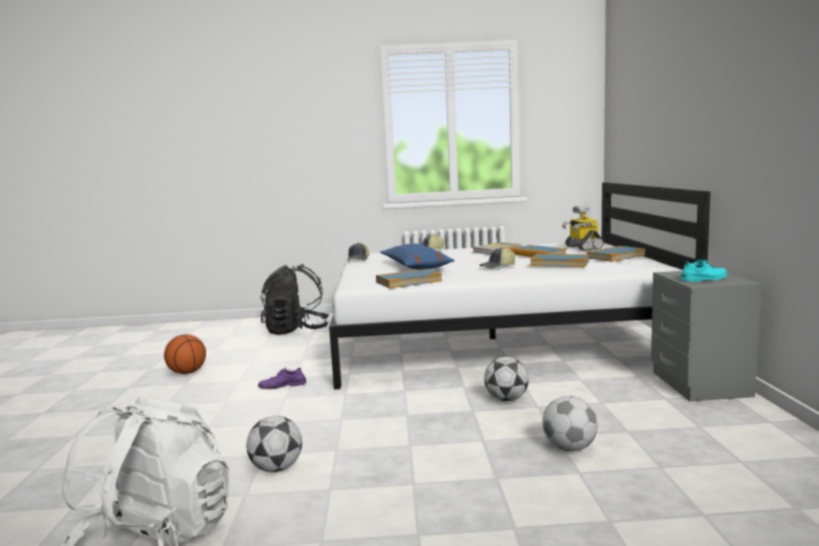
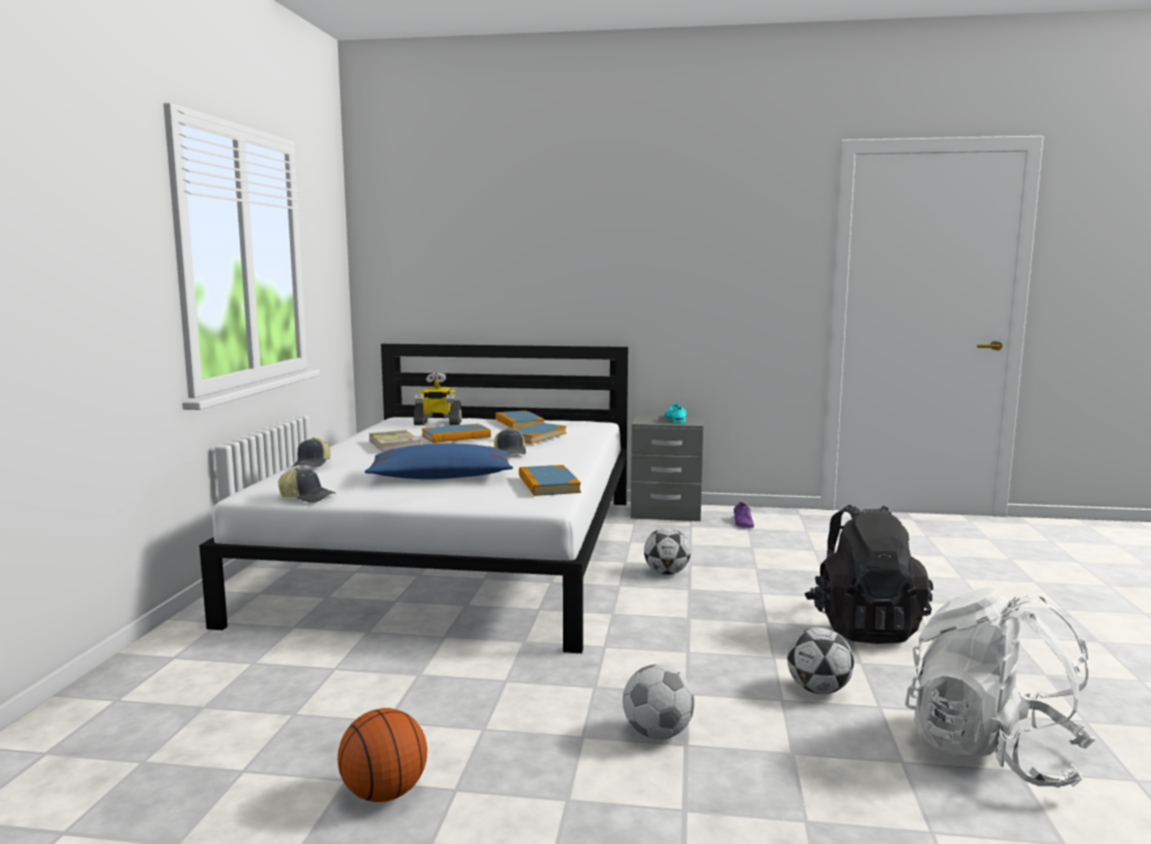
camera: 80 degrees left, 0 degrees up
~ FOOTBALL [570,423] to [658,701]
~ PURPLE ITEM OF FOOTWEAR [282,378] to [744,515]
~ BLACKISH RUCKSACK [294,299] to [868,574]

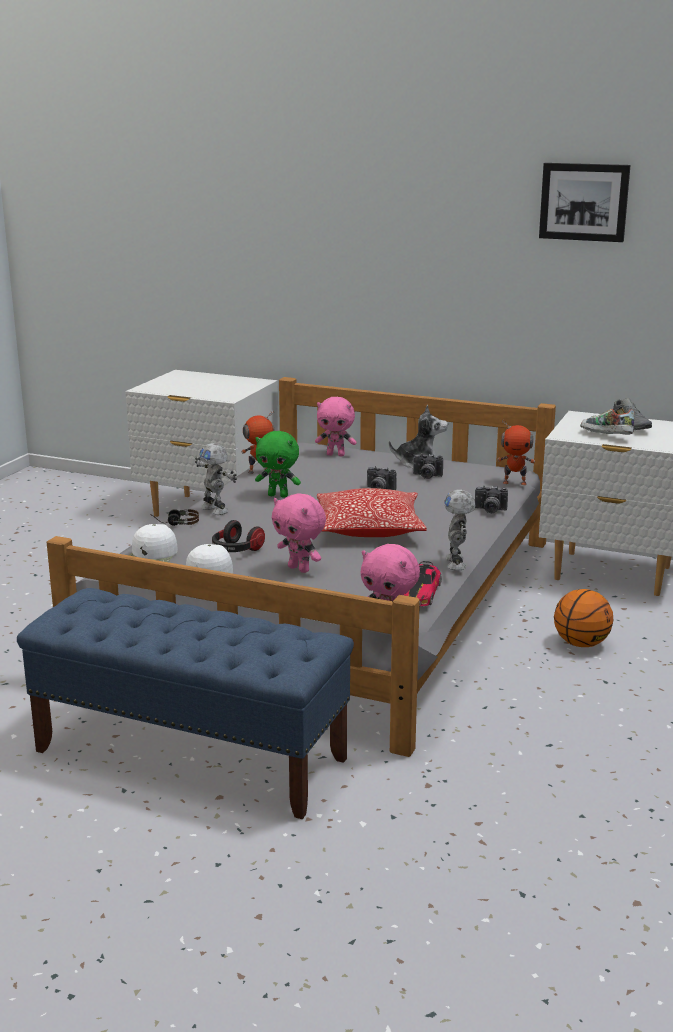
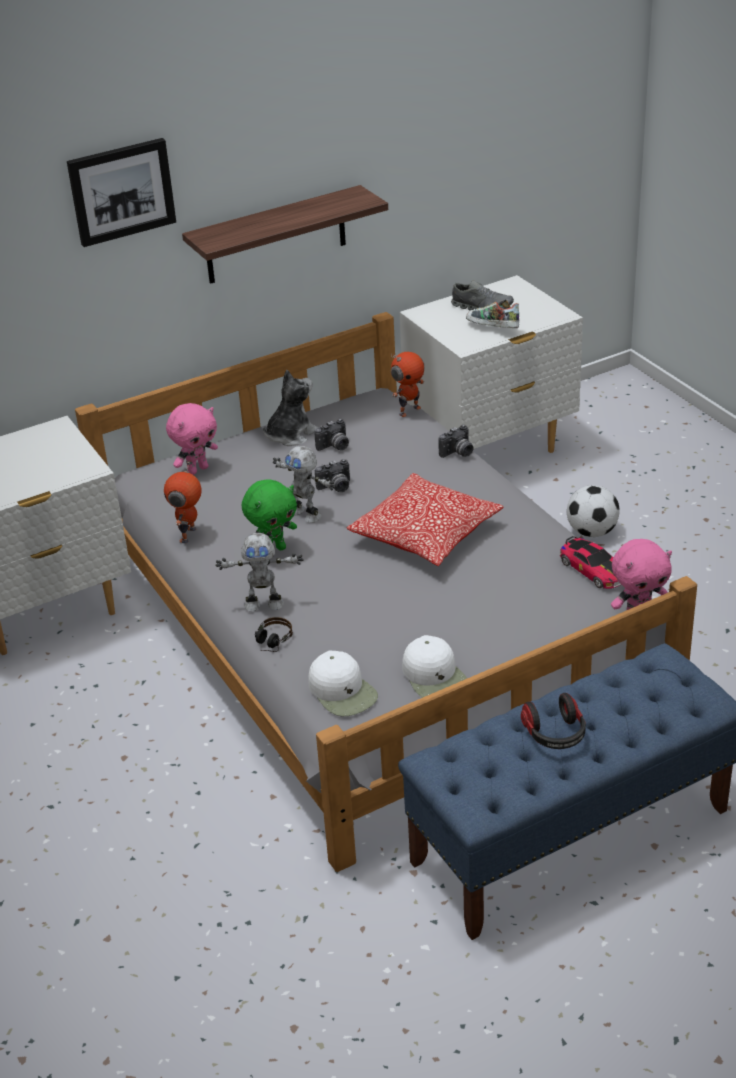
camera: 50 degrees left, 15 degrees up
~ PICTURE [585,202] to [121,192]
+ BRACKET SHELF [285,234]
~ MODEL ROBOT [460,530] to [304,484]
~ ITEM OF FOOTWEAR [607,421] = [492,313] 45 degrees clockwise
~ HEADSET [238,536] to [553,721]
~ BASKETBALL [583,618] to FOOTBALL [593,511]
- PINK PLUSH TOY [299,533]

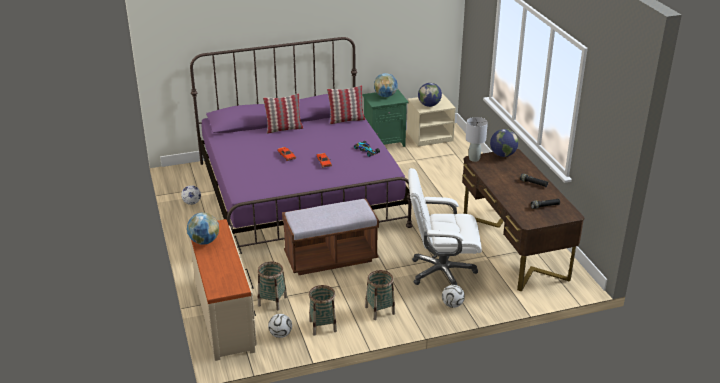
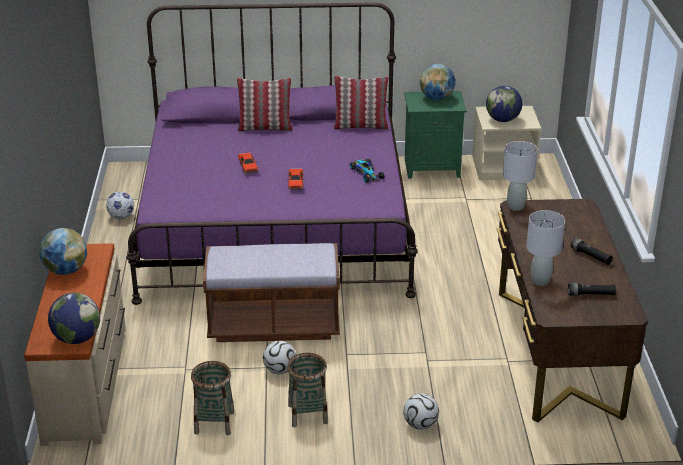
camera: 15 degrees right, 0 degrees up
~ DESK GLOBE [504,143] to [74,318]
~ FOOTBALL [280,326] to [279,357]
+ GREYISH TABLE LAMP [545,248]
- STORAGE BASKET [272,286]
- WHITISH OFFICE CHAIR [445,227]

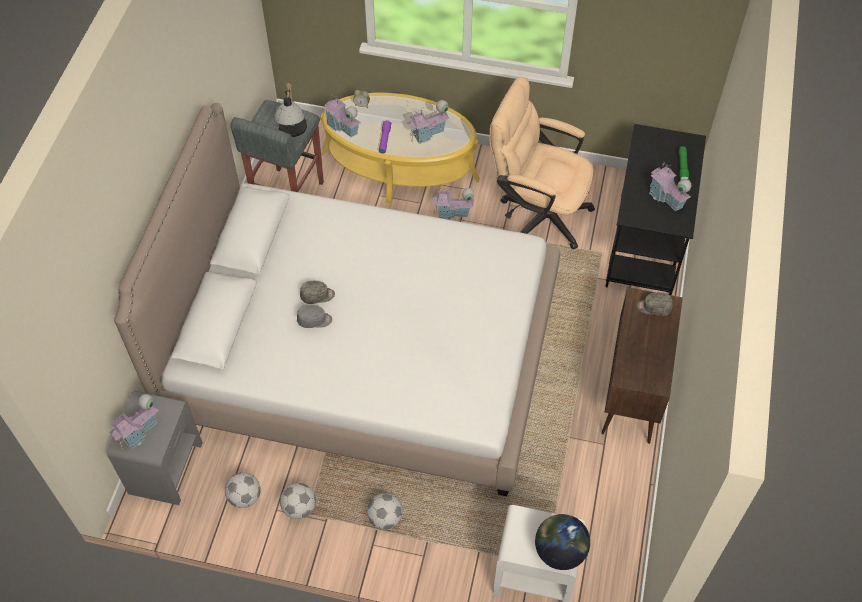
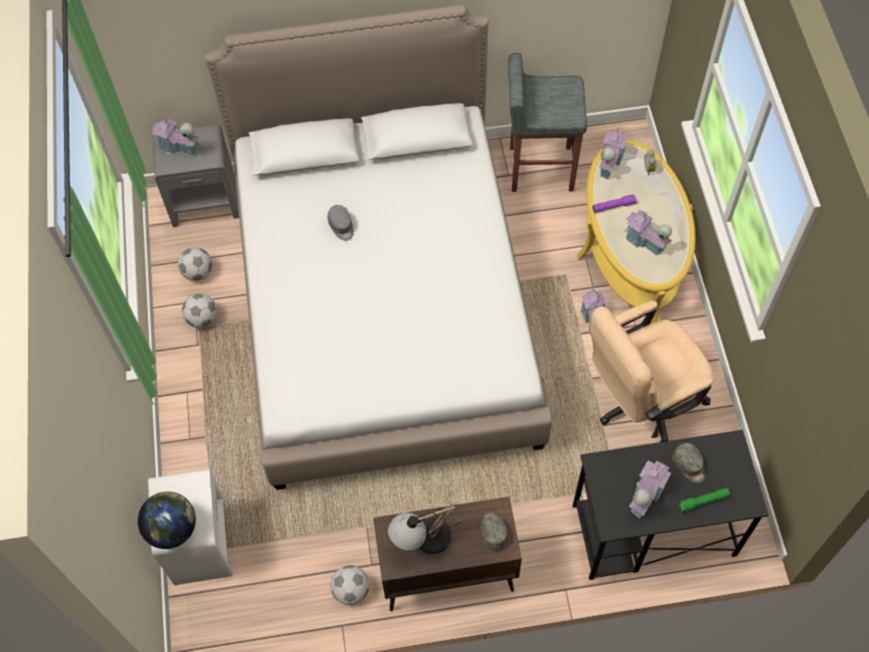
camera: 70 degrees right, 5 degrees up
~ FOOTBALL [385,511] to [349,585]
~ TABLE LAMP [290,109] to [425,529]
~ BEIGE OFFICE CHAIR [542,163] = [651,371] 120 degrees counterclockwise
~ GREYISH PEAKED CAP [317,292] to [688,463]

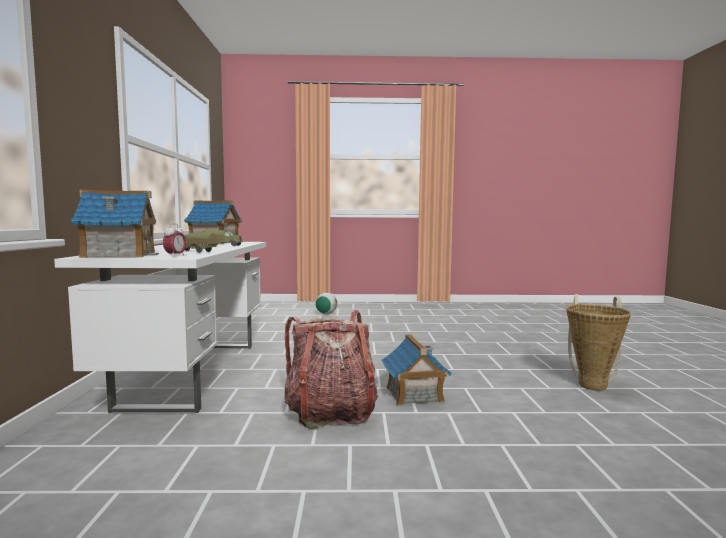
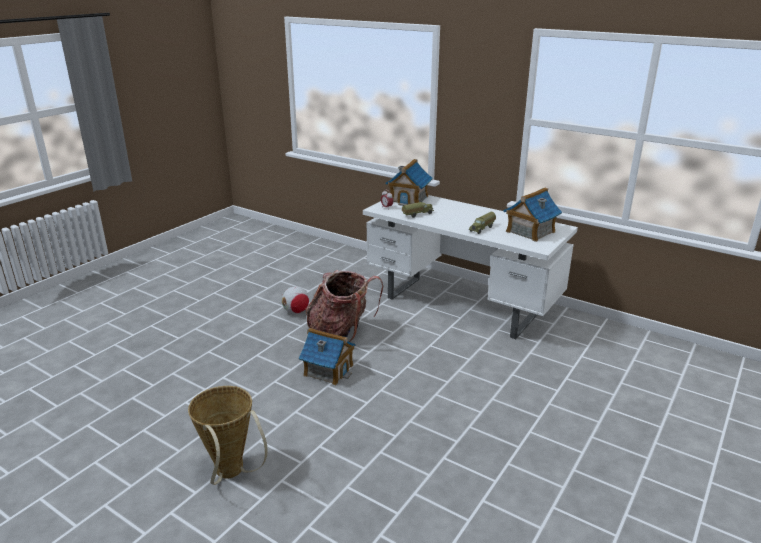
camera: 125 degrees right, 20 degrees up
~ FOOTBALL [326,303] to [295,300]

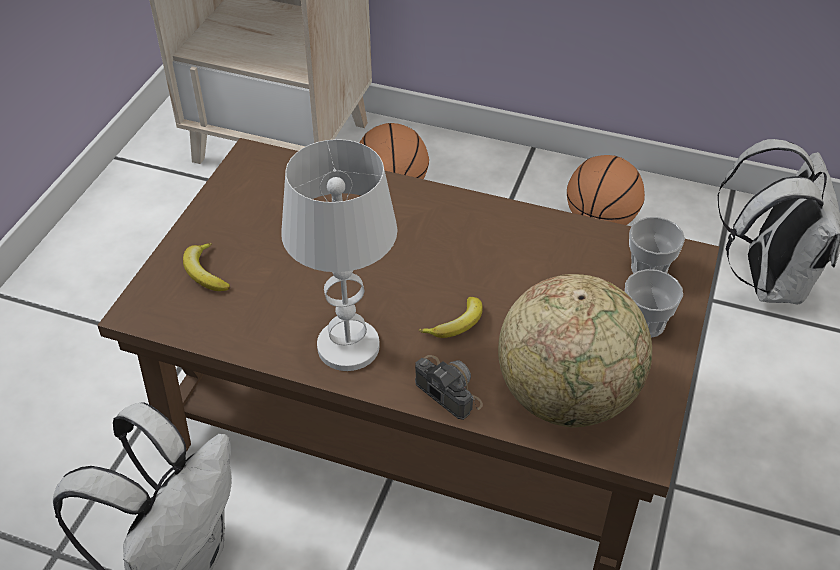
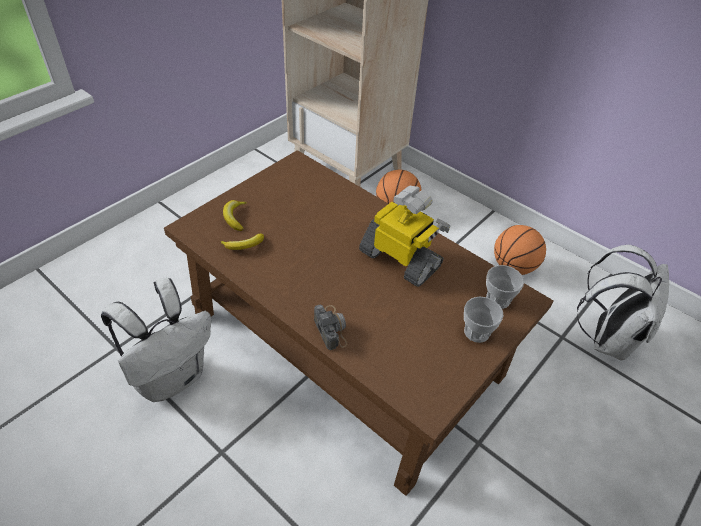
camera: 20 degrees right, 0 degrees up
~ WHOLE BANANA [451,317] to [242,241]
+ MODEL ROBOT [404,236]
- WHITISH TABLE LAMP [339,255]
- DESK GLOBE [575,350]

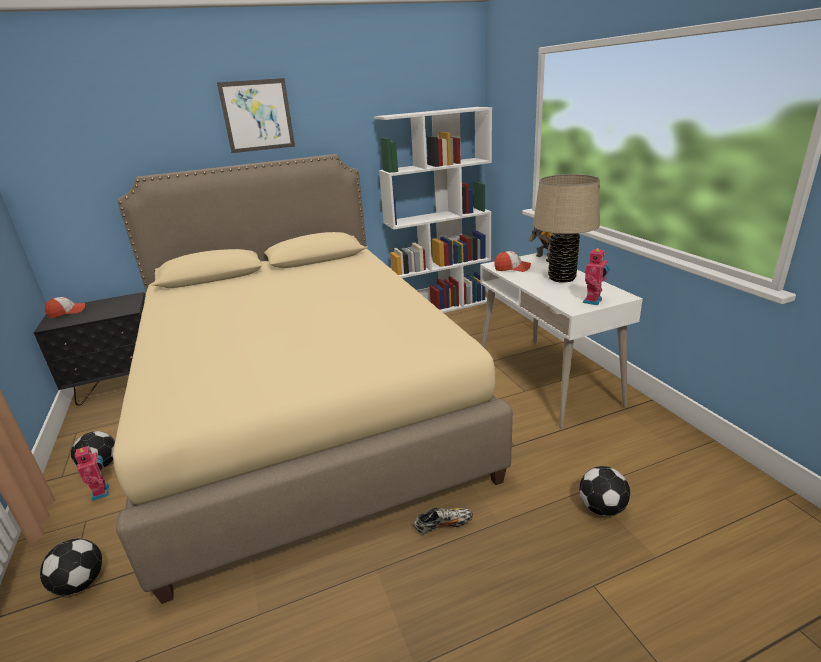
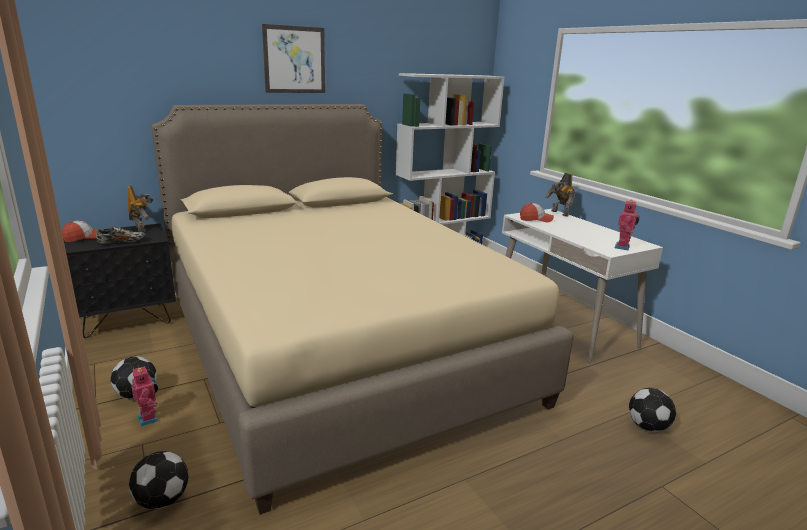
camera: 10 degrees left, 5 degrees down
~ ITEM OF FOOTWEAR [443,521] to [121,235]
+ MODEL ROBOT [140,209]
- BEIGE TABLE LAMP [566,228]

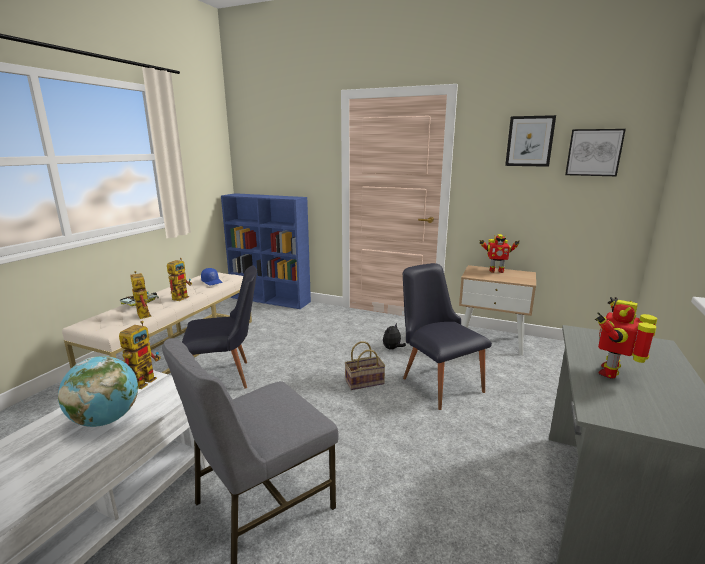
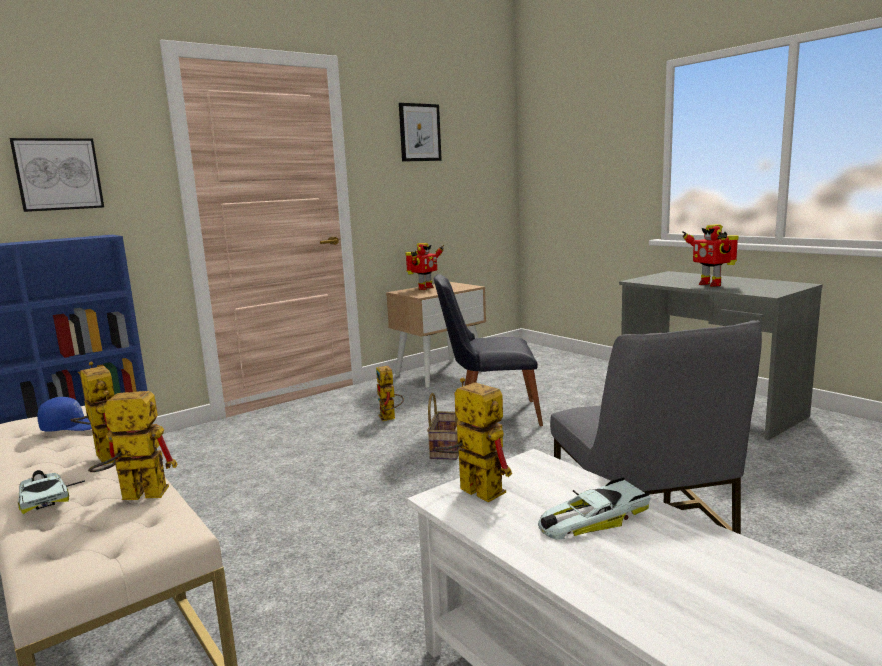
camera: 60 degrees left, 5 degrees down
~ PICTURE [595,152] to [57,175]
~ PLUSH TOY [394,336] to MODEL ROBOT [390,393]
~ DESK GLOBE [98,391] to MODEL CAR [594,508]
- BLACKISH CHAIR [219,327]

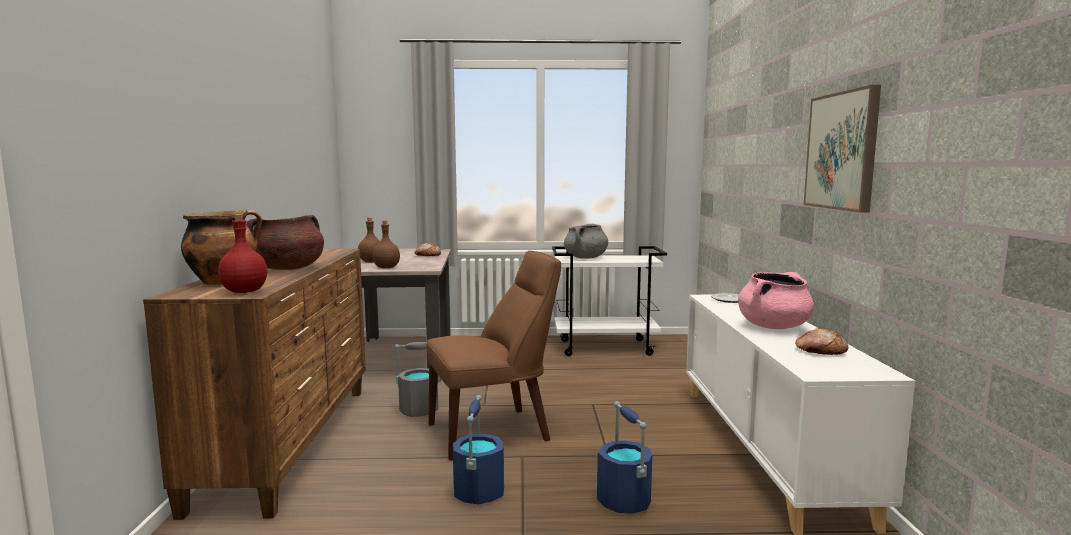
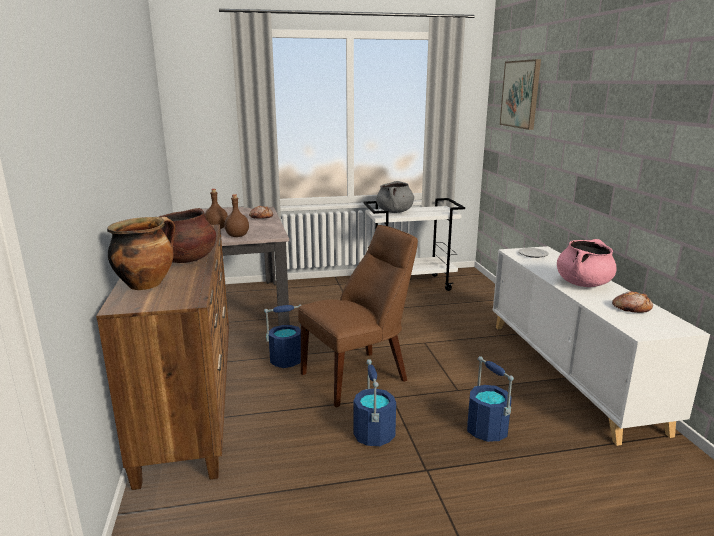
camera: 10 degrees left, 10 degrees up
~ GREYISH WATER BUCKET [417,379] to BLUE-COLOURED WATER BUCKET [282,336]
~ PICTURE [842,149] to [520,94]
- RED-COLOURED BEVERAGE BOTTLE [242,253]

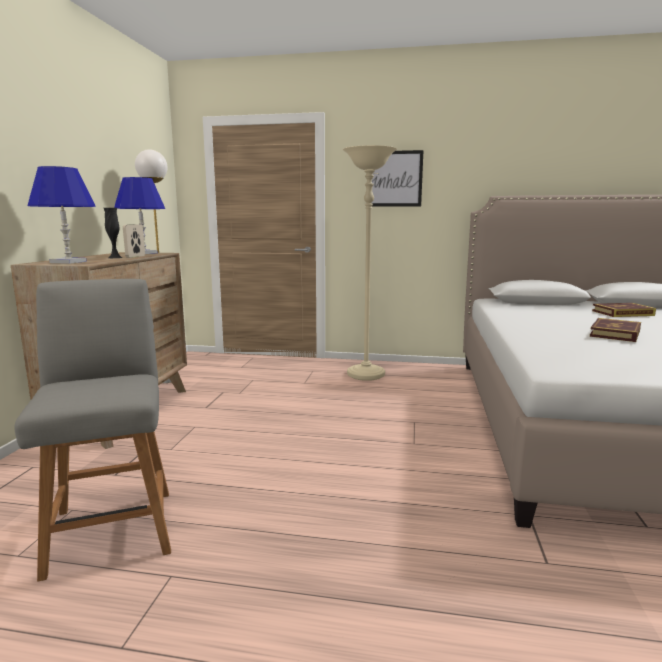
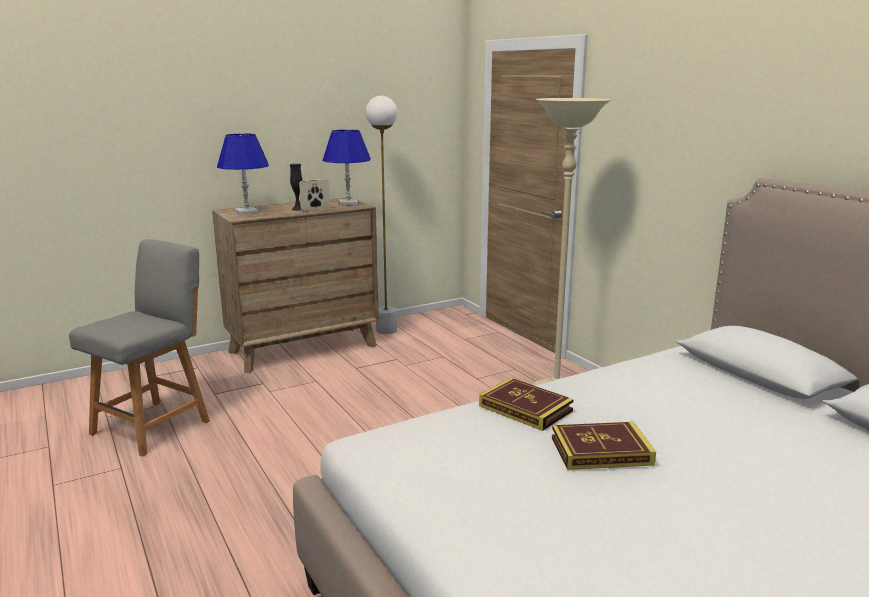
camera: 50 degrees right, 5 degrees up
~ VOLUME [624,310] to [526,404]
- PICTURE [398,178]

